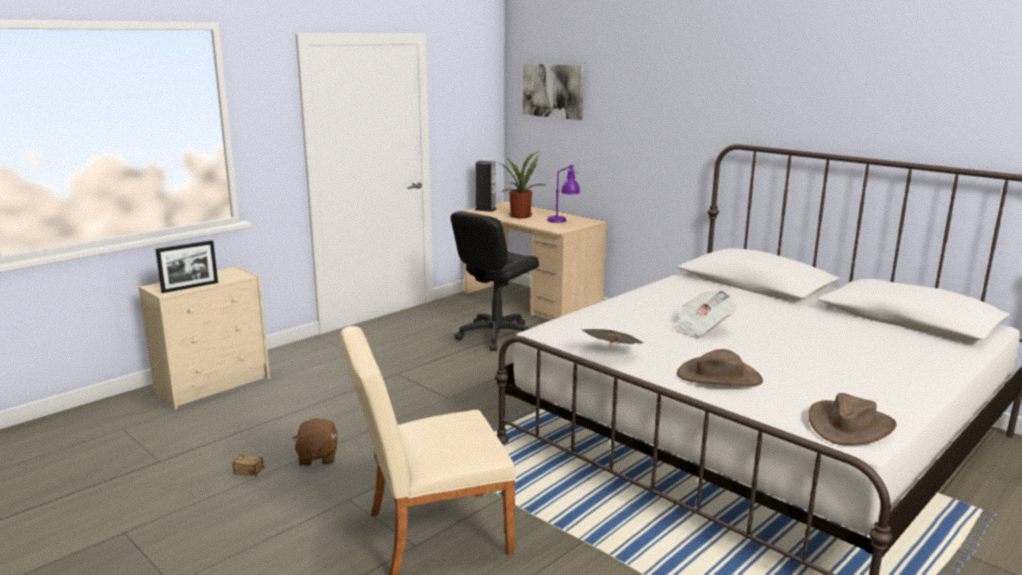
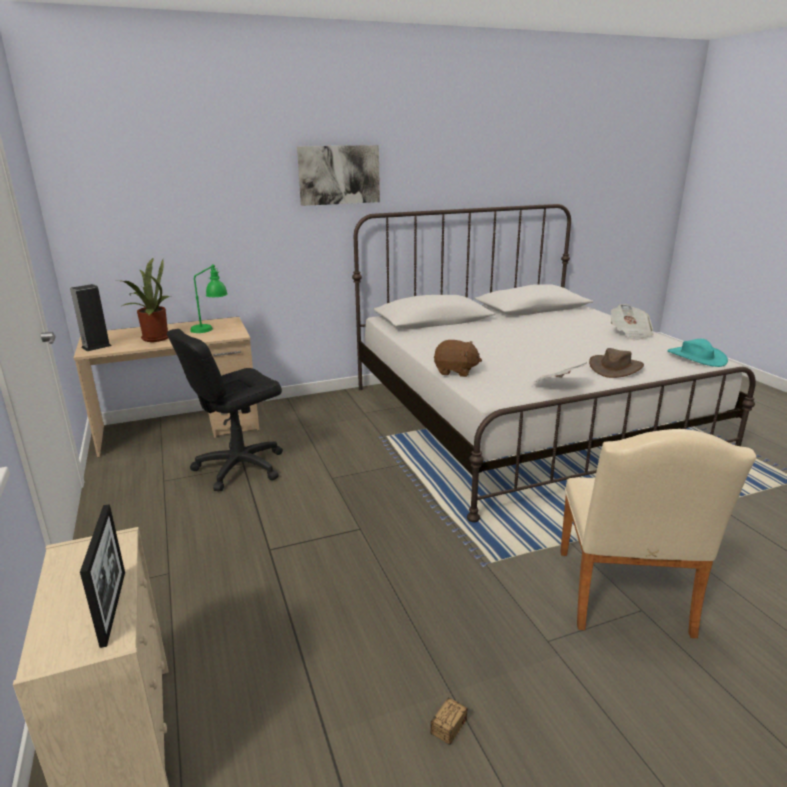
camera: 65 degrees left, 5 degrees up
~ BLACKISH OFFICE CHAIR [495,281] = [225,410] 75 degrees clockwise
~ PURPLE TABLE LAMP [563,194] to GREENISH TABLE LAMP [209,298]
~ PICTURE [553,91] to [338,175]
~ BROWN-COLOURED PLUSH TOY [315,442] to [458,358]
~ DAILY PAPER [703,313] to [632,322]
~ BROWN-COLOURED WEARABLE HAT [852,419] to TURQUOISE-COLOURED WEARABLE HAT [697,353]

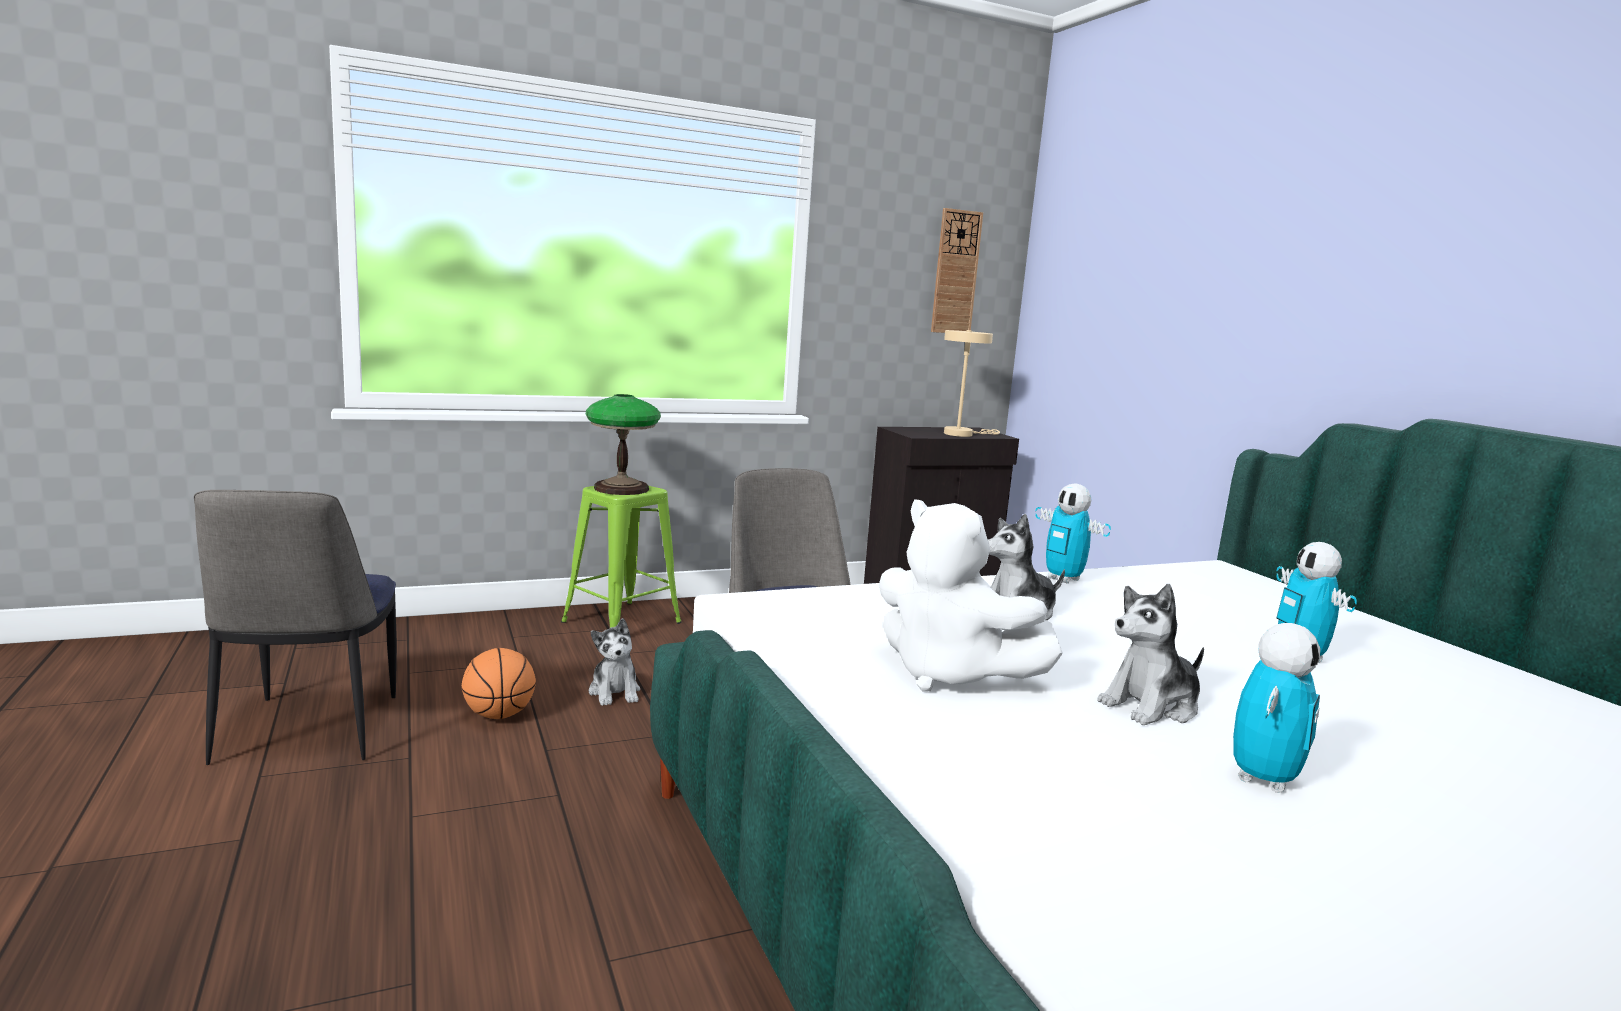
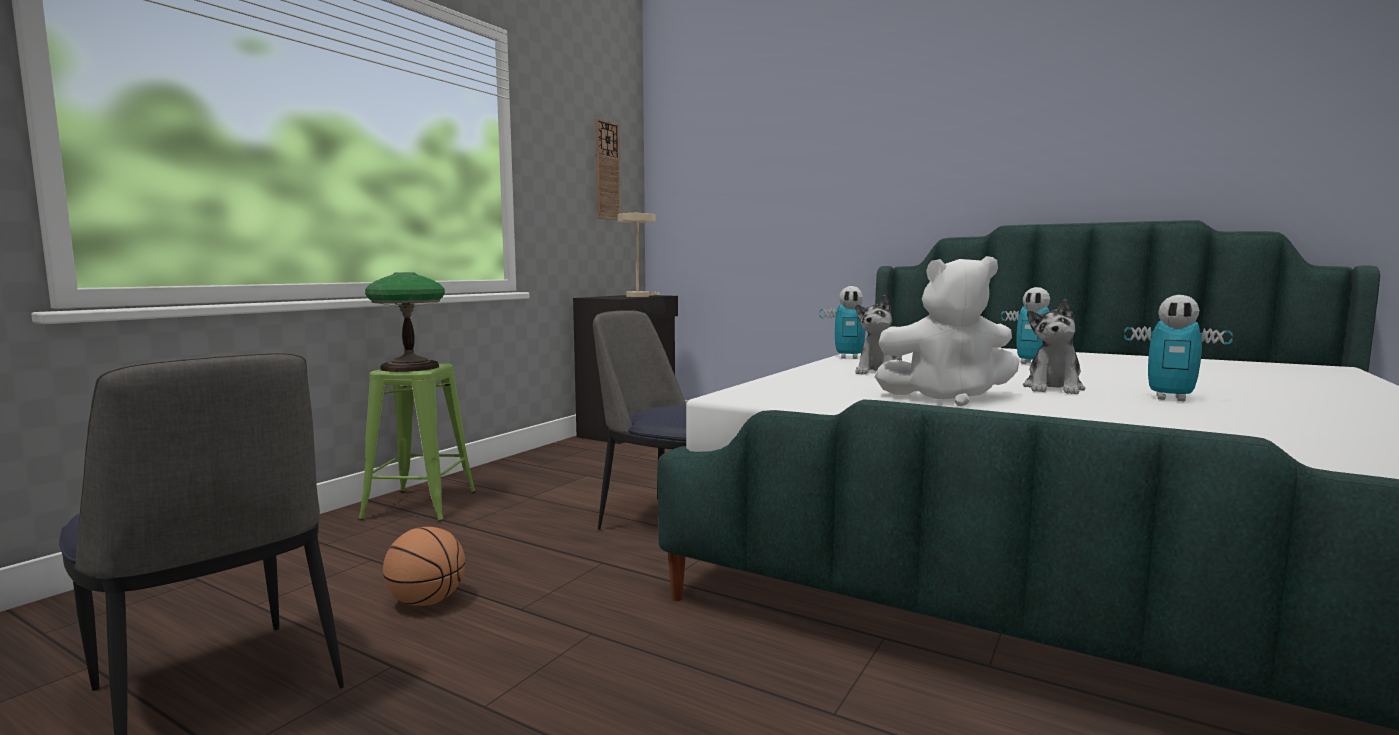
camera: 35 degrees left, 5 degrees down
~ MODEL ROBOT [1277,708] = [1178,348] 120 degrees clockwise
- PLUSH TOY [614,662]

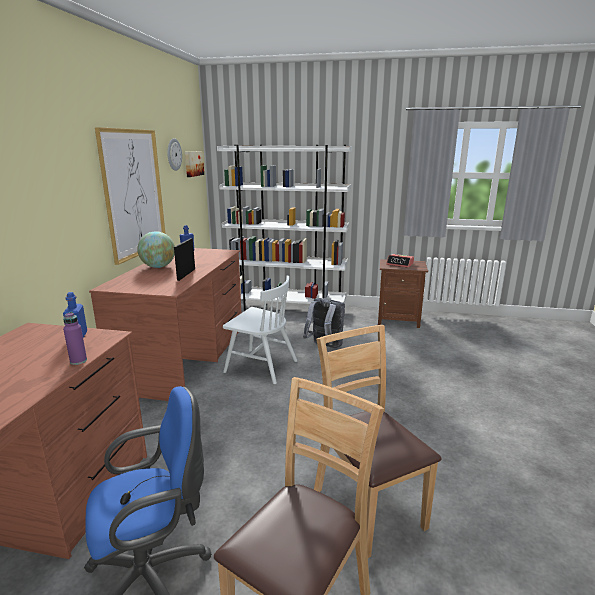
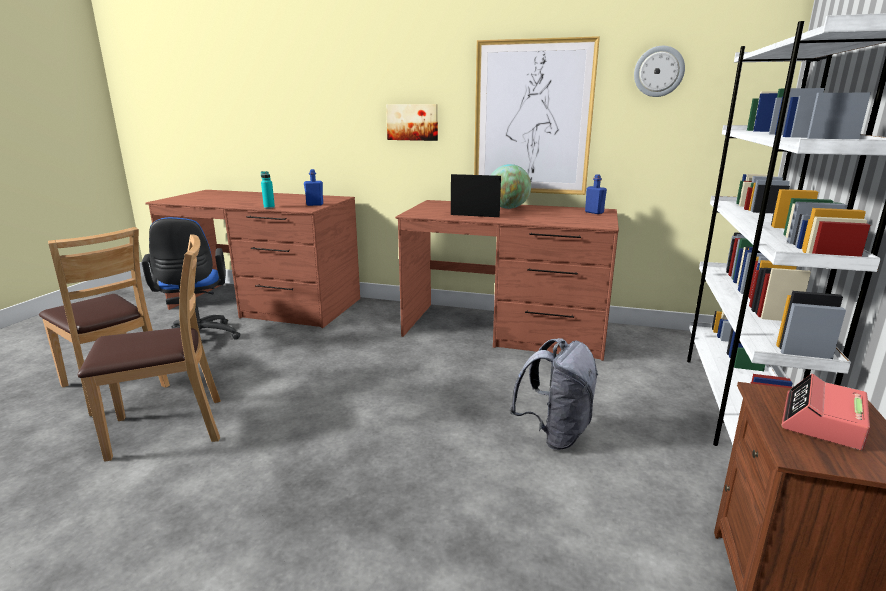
camera: 95 degrees right, 0 degrees up
~ PURPLE BEVERAGE BOTTLE [75,338] to TURQUOISE-COLOURED BEVERAGE BOTTLE [268,190]
~ PICTURE [194,164] to [412,122]
- WHITISH CHAIR [260,330]

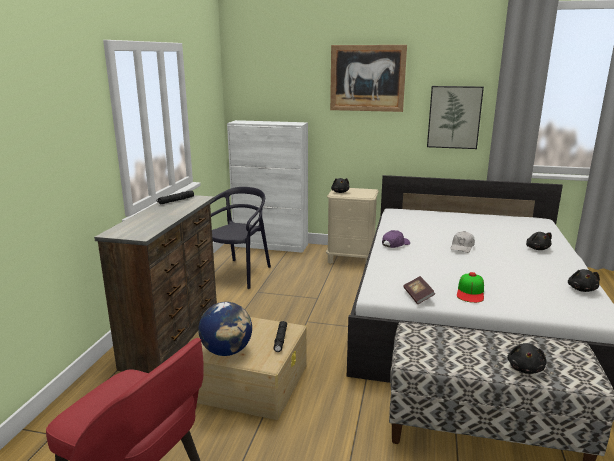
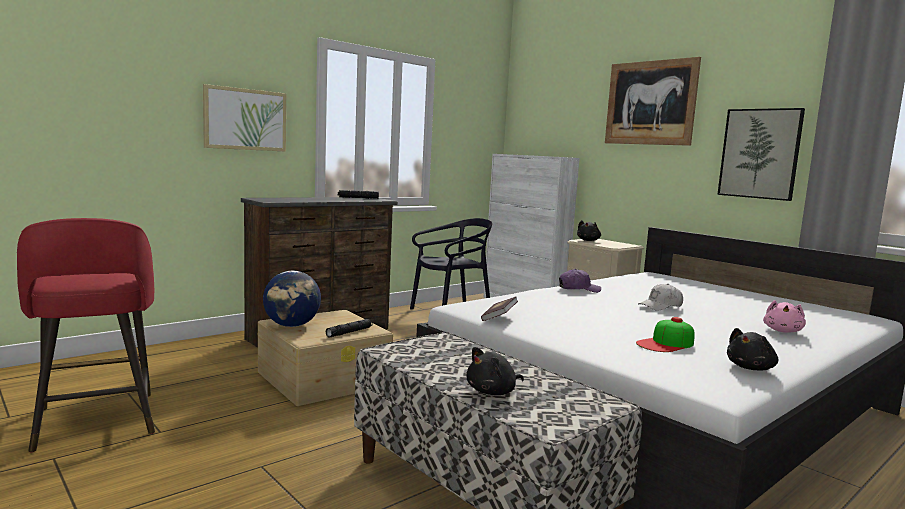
camera: 35 degrees right, 10 degrees down
+ PICTURE [244,118]
~ PEAKED CAP [470,287] to [665,334]
~ BLACKISH PLUSH TOY [539,241] to PINK PLUSH TOY [784,316]

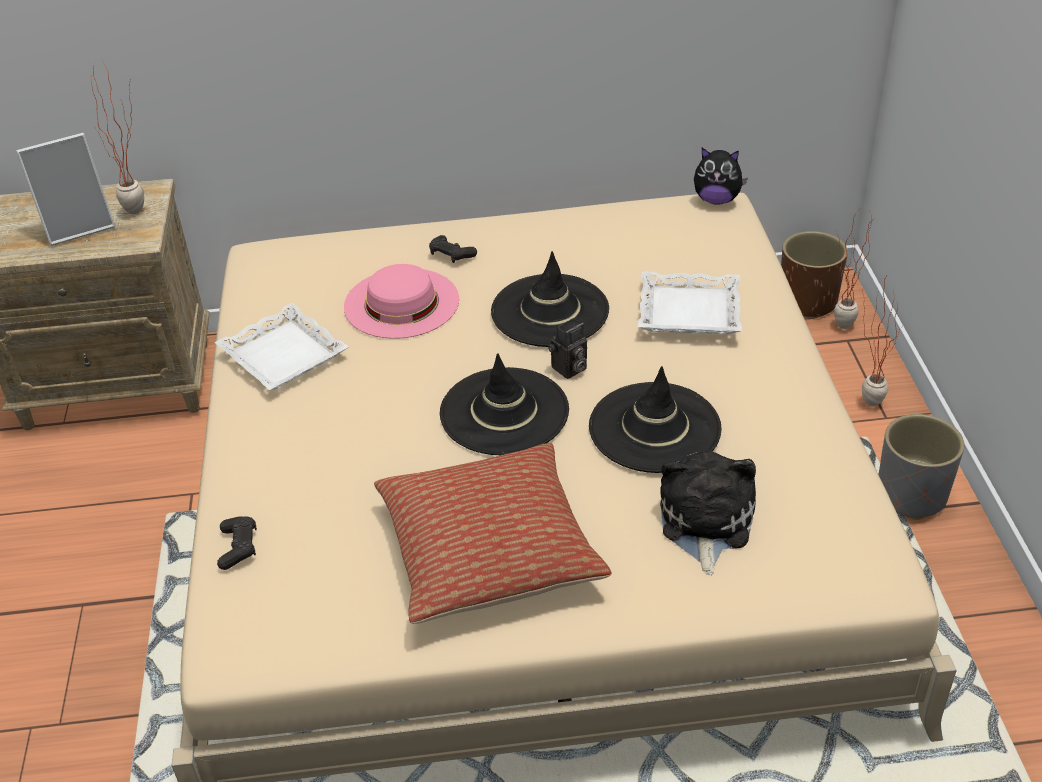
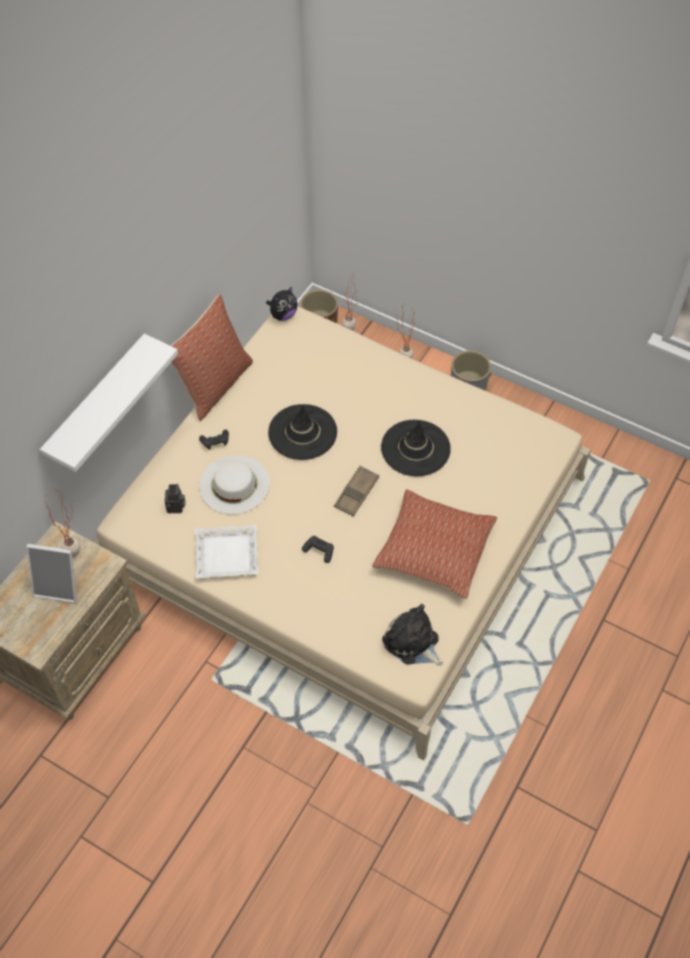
camera: 55 degrees left, 15 degrees up
~ PICTURE FRAME [65,189] = [51,573] 90 degrees clockwise
+ WHITISH BRACKET SHELF [109,403]
~ PHOTO CAMERA [567,348] to [175,498]
+ CUSHION [211,357]
~ PINK WEARABLE HAT [401,301] to WHITISH WEARABLE HAT [234,485]
~ BLACKISH GAMEPAD [237,543] to [318,549]
~ BLACKISH WEARABLE HAT [504,404] to BROWN-COLOURED CARRYING TRAY [356,491]
~ PLUSH TOY [708,513] to [412,634]
- WHITISH CARRYING TRAY [690,303]

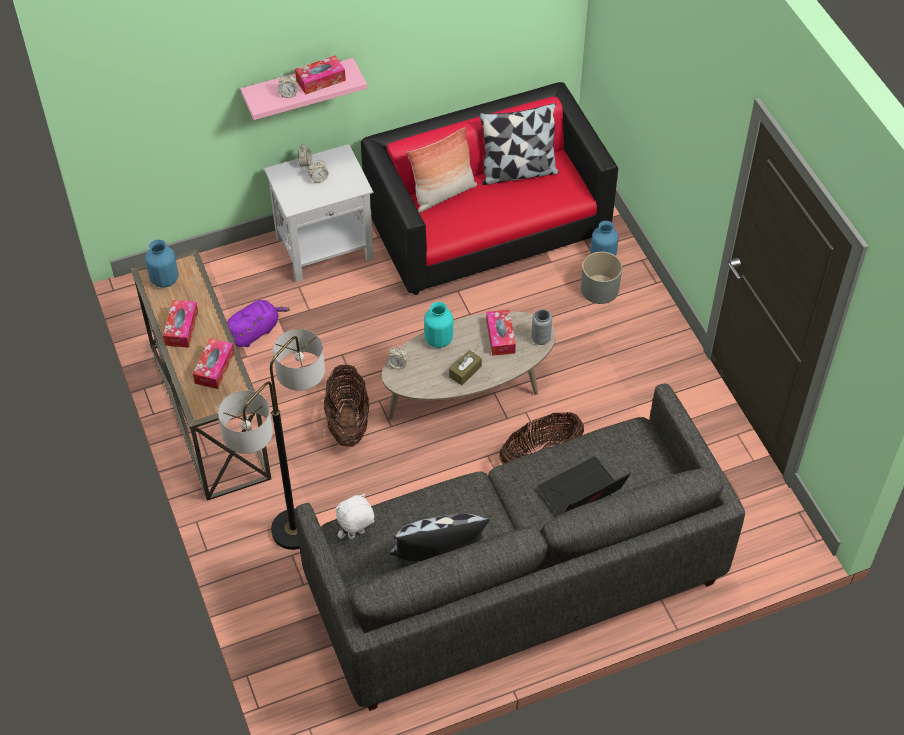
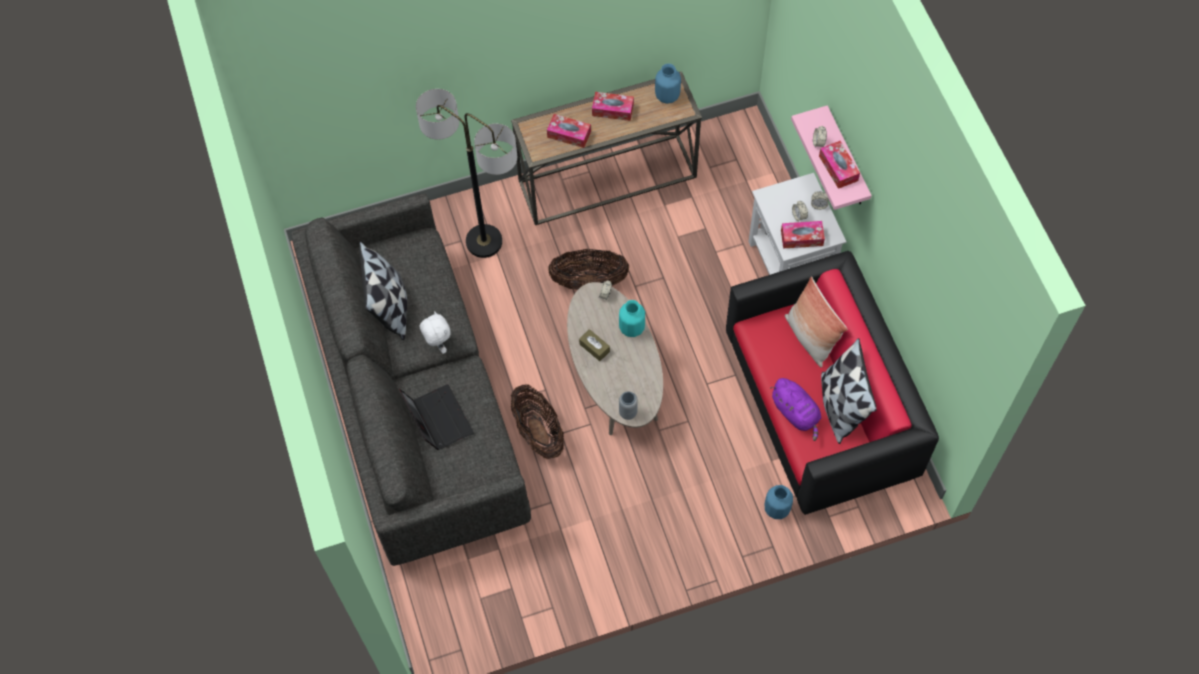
camera: 95 degrees right, 10 degrees up
~ WHITISH PLUSH TOY [355,516] to [435,332]
~ PURPLE PLUSH TOY [258,323] to [795,409]
~ TISSUE BOX [501,333] to [803,235]
- GREYISH PLANTER [601,278]

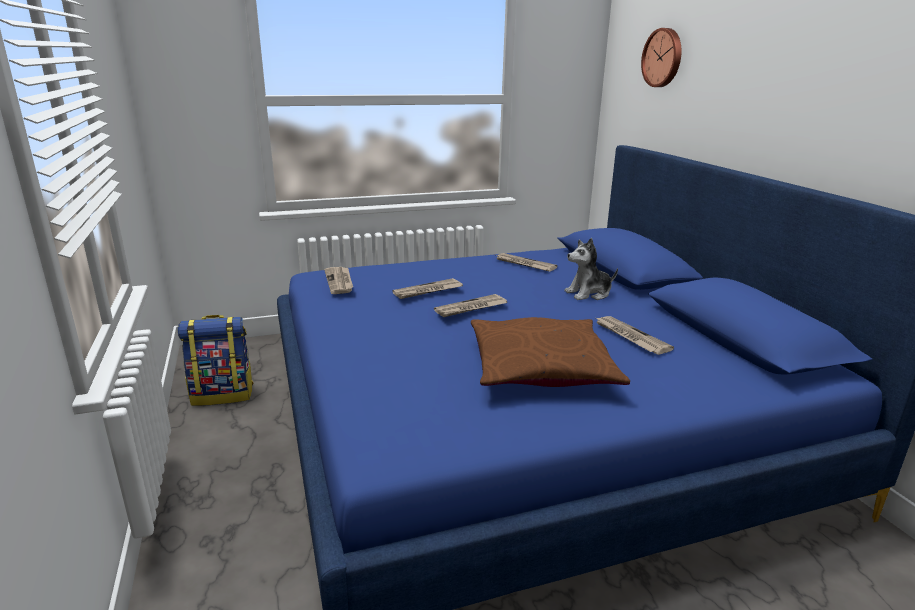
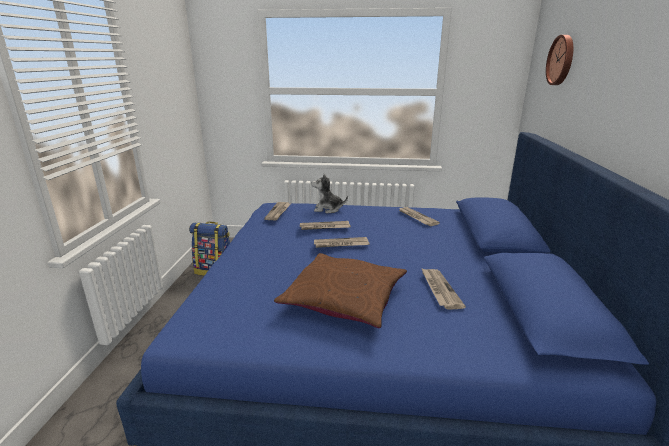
camera: 25 degrees right, 0 degrees up
~ PLUSH TOY [591,269] to [330,194]

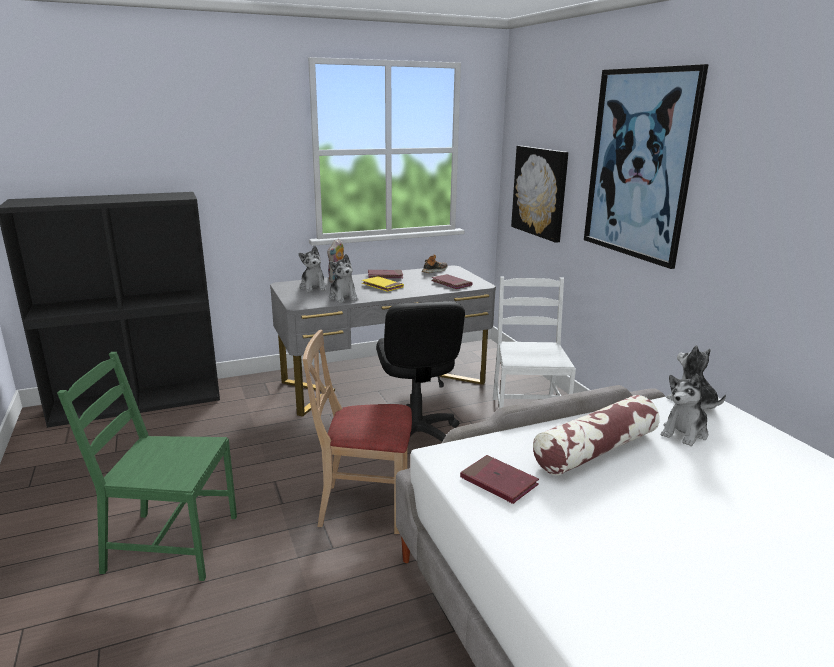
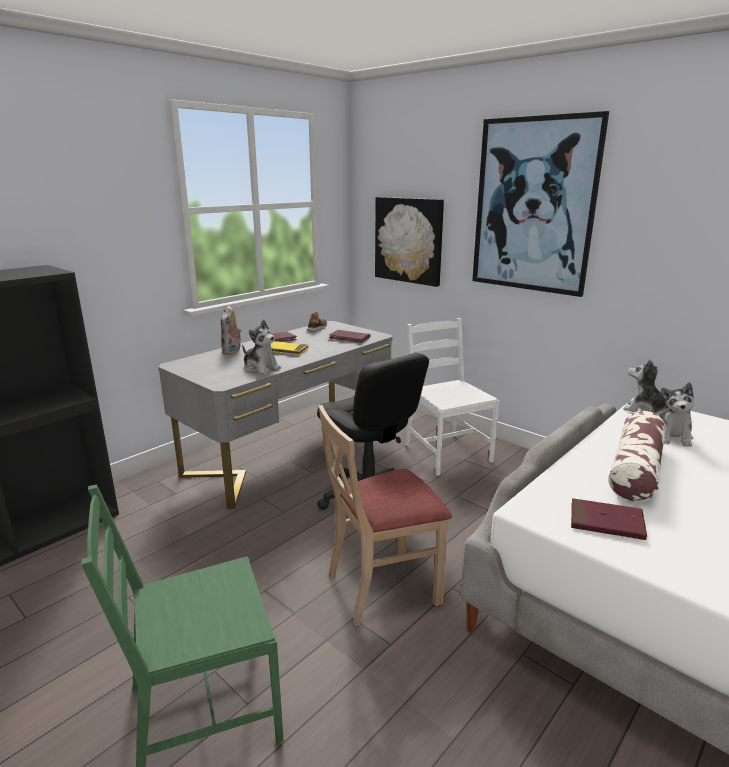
camera: 25 degrees left, 0 degrees up
- PLUSH TOY [313,269]

